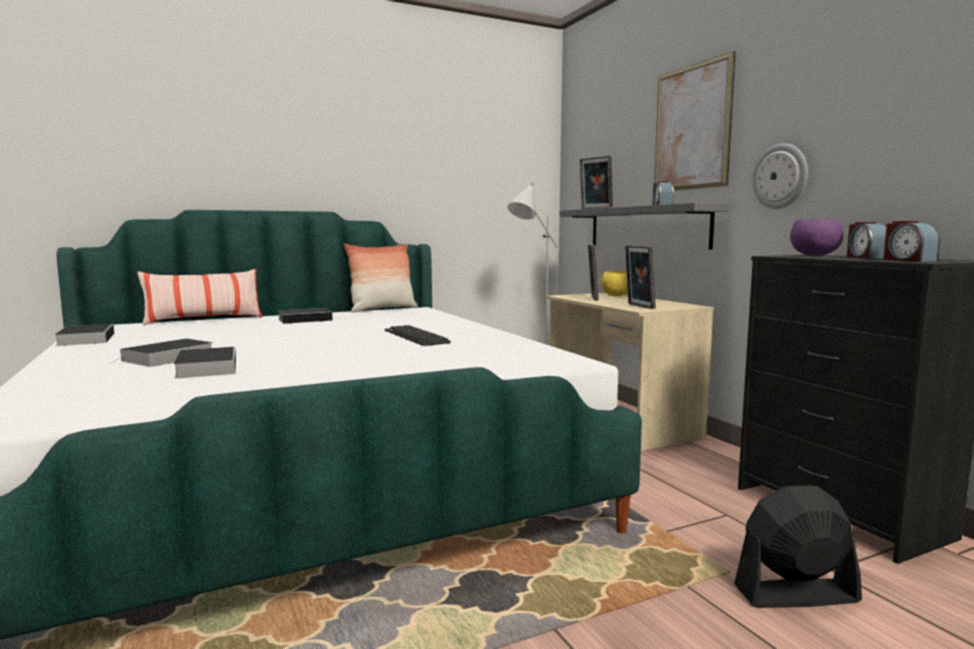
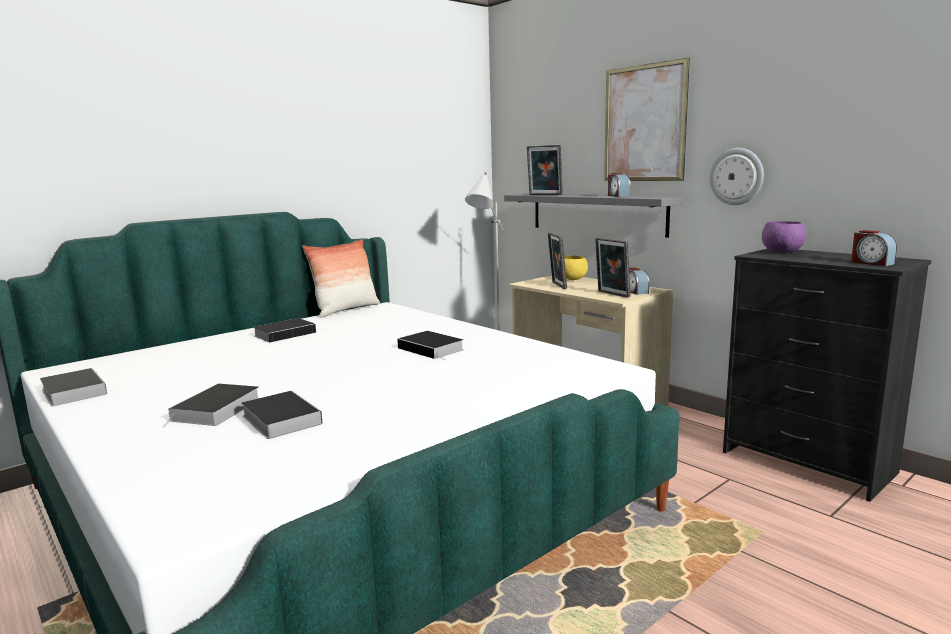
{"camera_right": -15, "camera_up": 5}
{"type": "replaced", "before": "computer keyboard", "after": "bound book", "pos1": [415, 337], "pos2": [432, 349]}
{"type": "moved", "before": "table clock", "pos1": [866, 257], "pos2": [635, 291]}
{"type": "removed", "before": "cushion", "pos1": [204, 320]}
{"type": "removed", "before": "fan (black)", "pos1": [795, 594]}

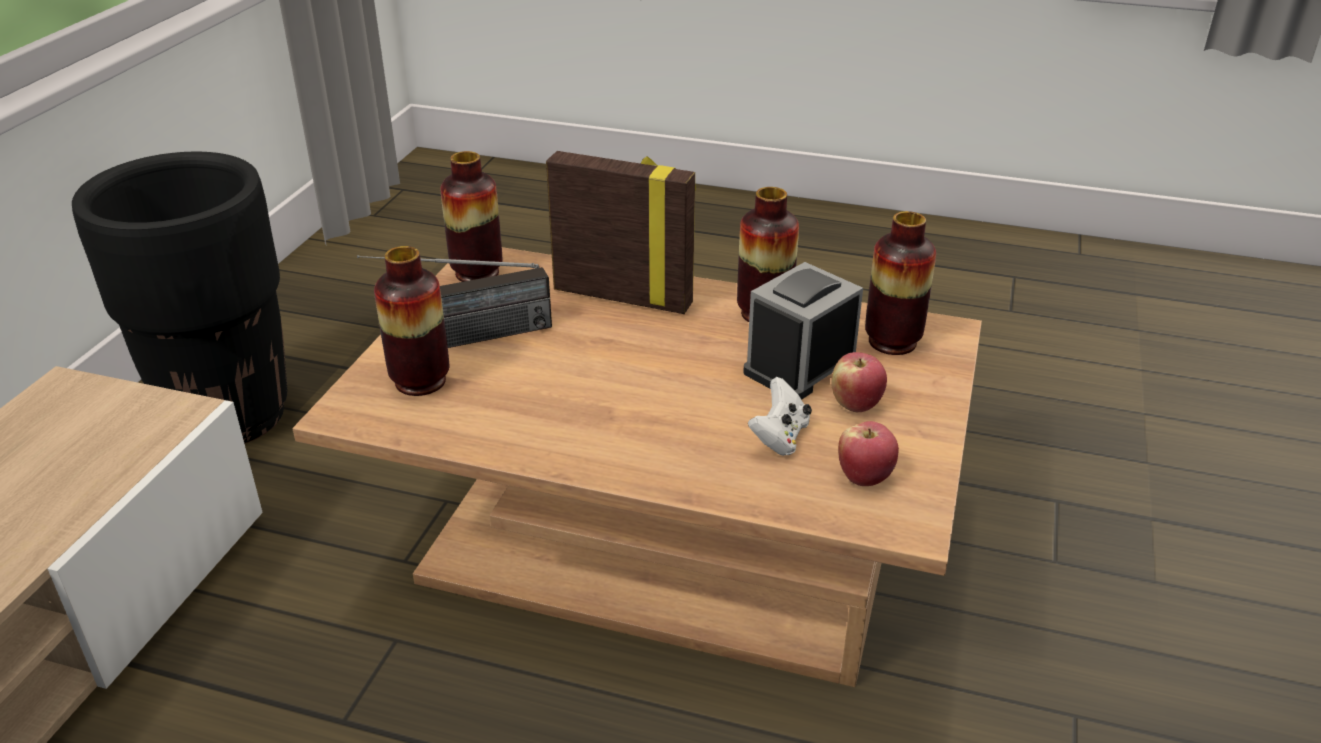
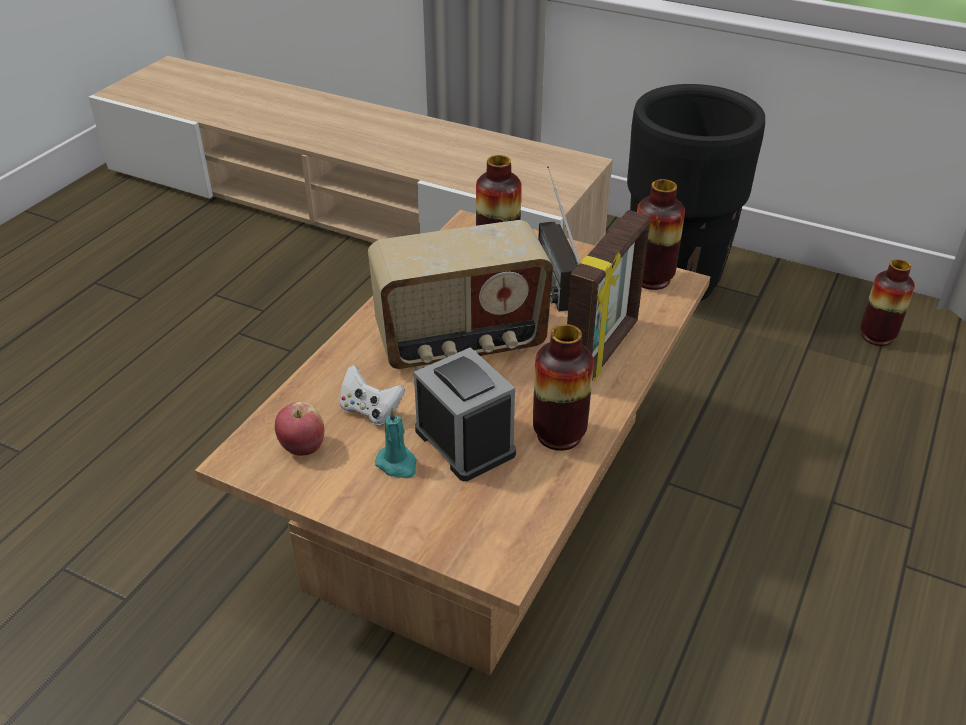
{"camera_right": 100, "camera_up": 5}
{"type": "added", "after": "radio", "pos2": [461, 343]}
{"type": "replaced", "before": "whole apple", "after": "candle (turquoise-coloured)", "pos1": [855, 404], "pos2": [397, 464]}
{"type": "moved", "before": "decorative vase", "pos1": [892, 342], "pos2": [876, 336]}

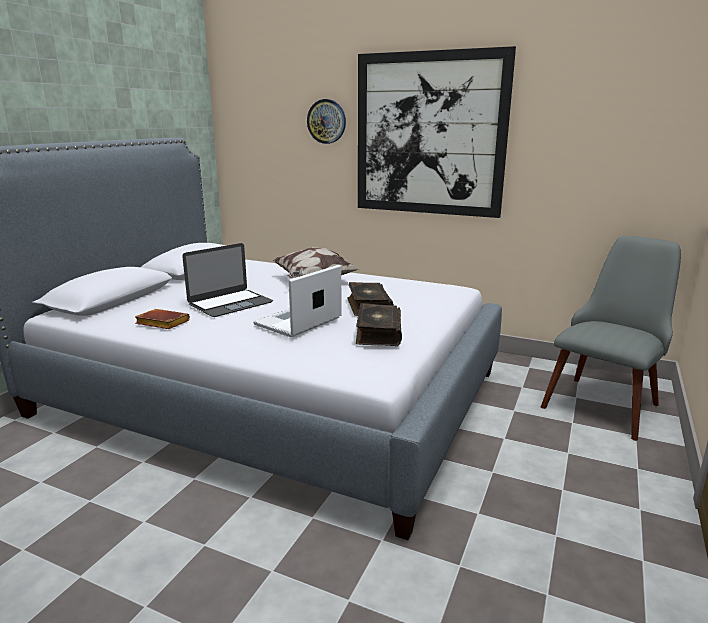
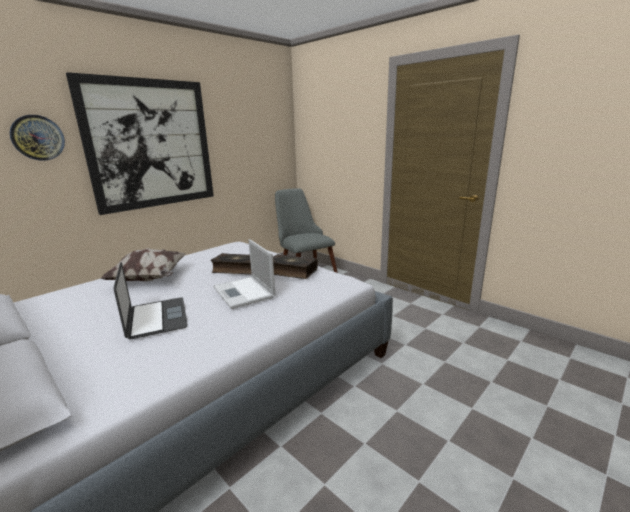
{"camera_right": -70, "camera_up": 0}
{"type": "removed", "before": "bound book (brownish)", "pos1": [161, 323]}

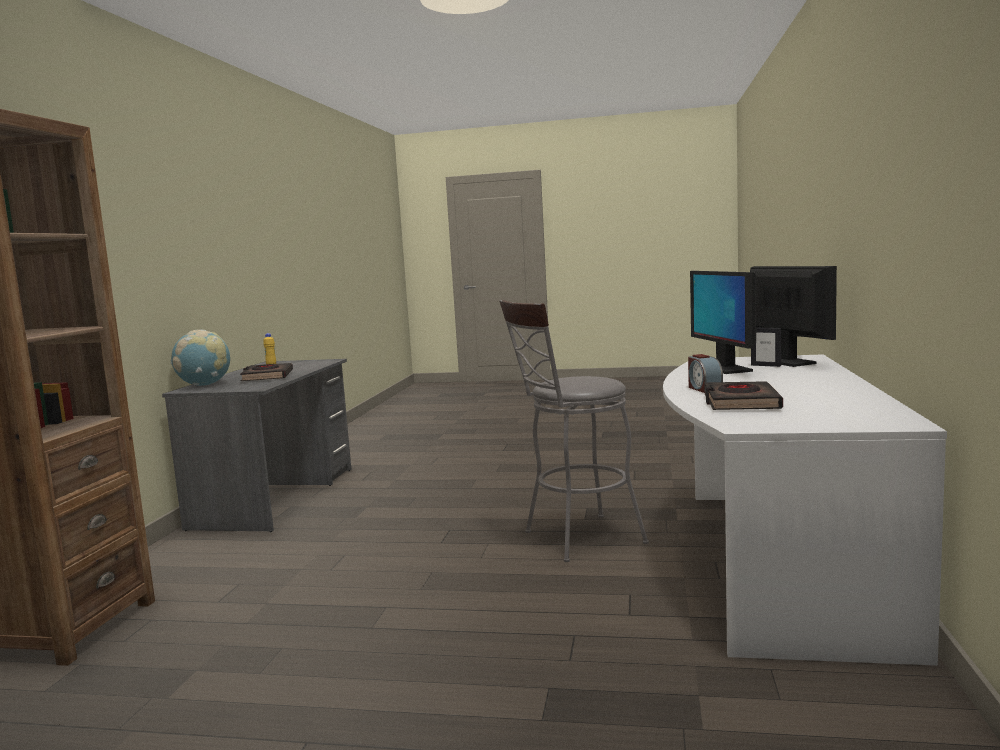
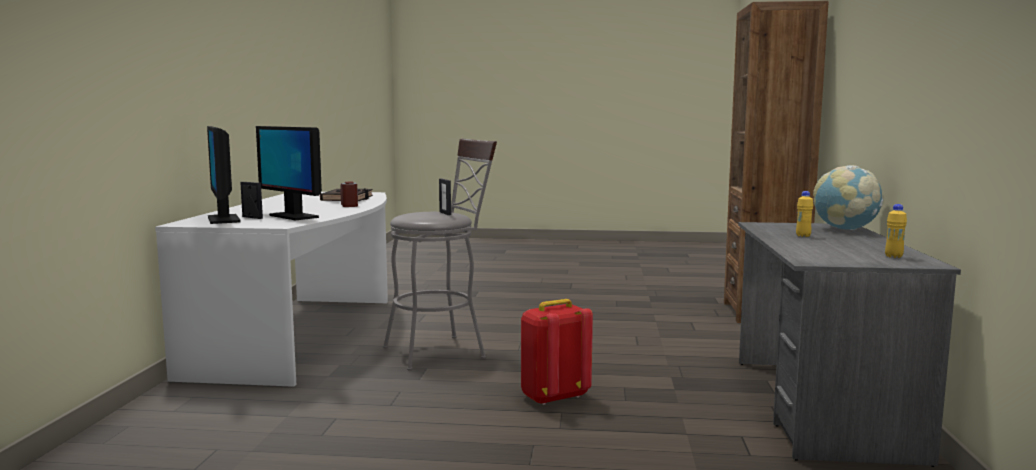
{"camera_right": 175, "camera_up": 0}
{"type": "turned", "before": "computer screen", "pos1": [725, 369], "pos2": [293, 216], "turn": 150}
{"type": "added", "after": "picture frame", "pos2": [445, 213]}
{"type": "added", "after": "backpack (red-coloured)", "pos2": [553, 397]}
{"type": "replaced", "before": "bound book (black)", "after": "drink bottle (yellow)", "pos1": [267, 377], "pos2": [803, 236]}

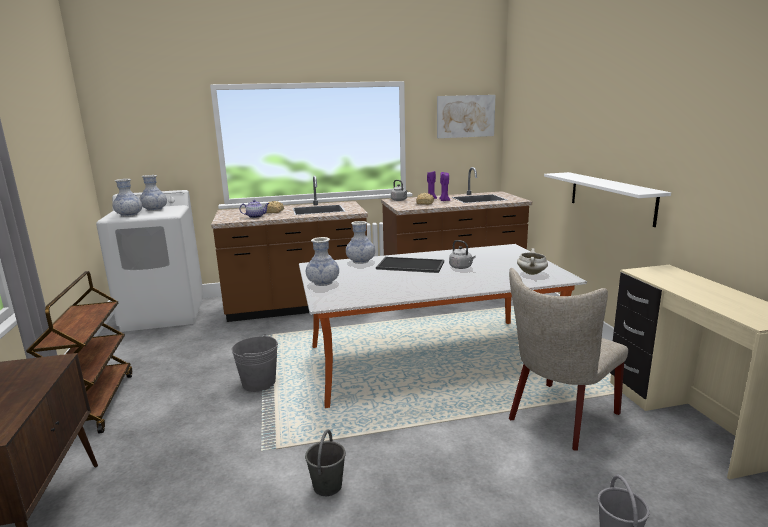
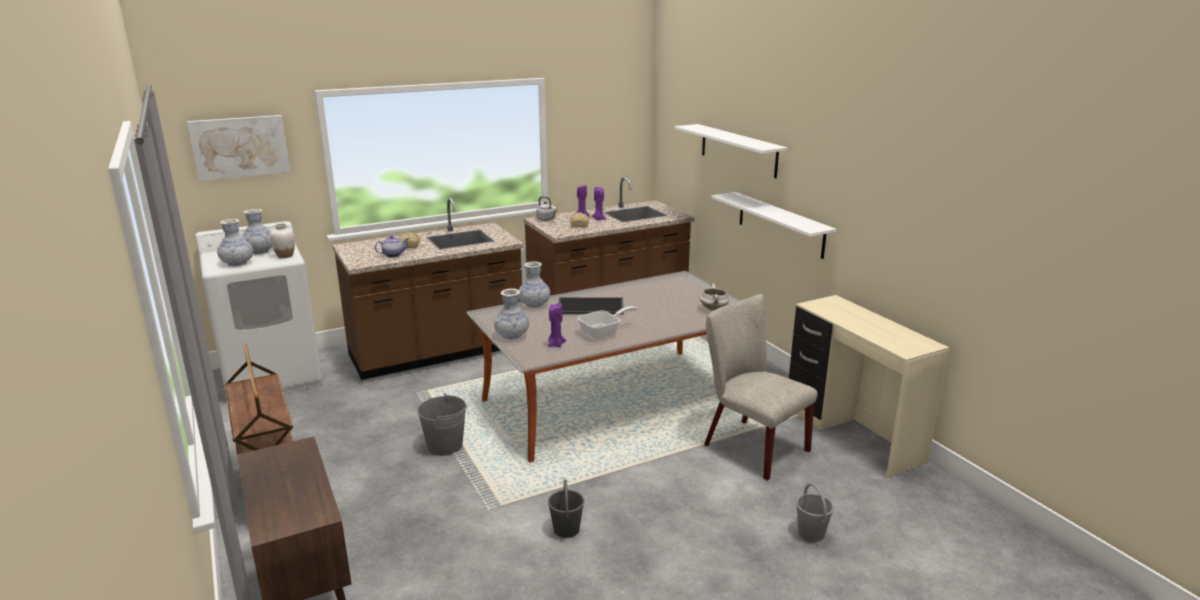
{"camera_right": -15, "camera_up": 5}
{"type": "moved", "before": "wall art", "pos1": [465, 116], "pos2": [240, 147]}
{"type": "added", "after": "decorative vase (whitish)", "pos2": [285, 256]}
{"type": "added", "after": "candle (purplish)", "pos2": [556, 344]}
{"type": "added", "after": "frying pan", "pos2": [603, 332]}
{"type": "added", "after": "wall shelf (whitish)", "pos2": [738, 150]}
{"type": "turned", "before": "upright chair (beige-coloured)", "pos1": [559, 418], "pos2": [749, 445], "turn": 105}
{"type": "removed", "before": "tea kettle (greyish)", "pos1": [461, 267]}

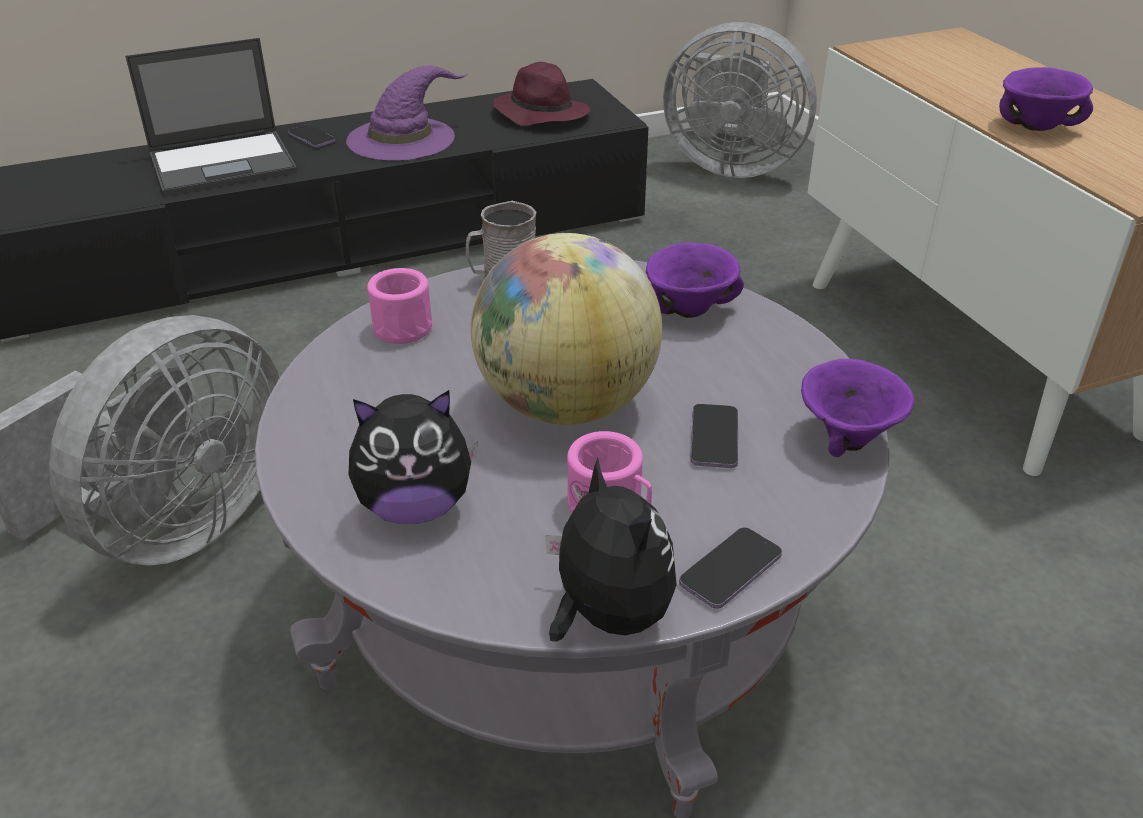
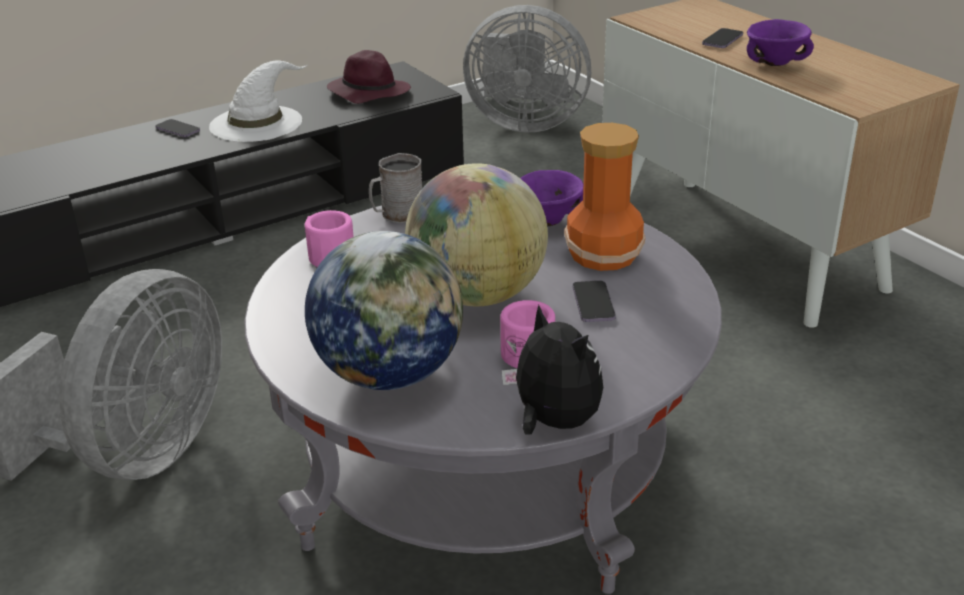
{"camera_right": -10, "camera_up": -5}
{"type": "recoloured", "before": "hat (purplish)", "after": "hat (whitish)", "pos1": [402, 138], "pos2": [257, 122]}
{"type": "replaced", "before": "plush toy", "after": "globe", "pos1": [415, 507], "pos2": [390, 374]}
{"type": "added", "after": "decorative vase", "pos2": [603, 253]}
{"type": "moved", "before": "handset", "pos1": [730, 570], "pos2": [722, 40]}
{"type": "removed", "before": "laptop", "pos1": [224, 163]}
{"type": "removed", "before": "bowl (purplish)", "pos1": [847, 438]}

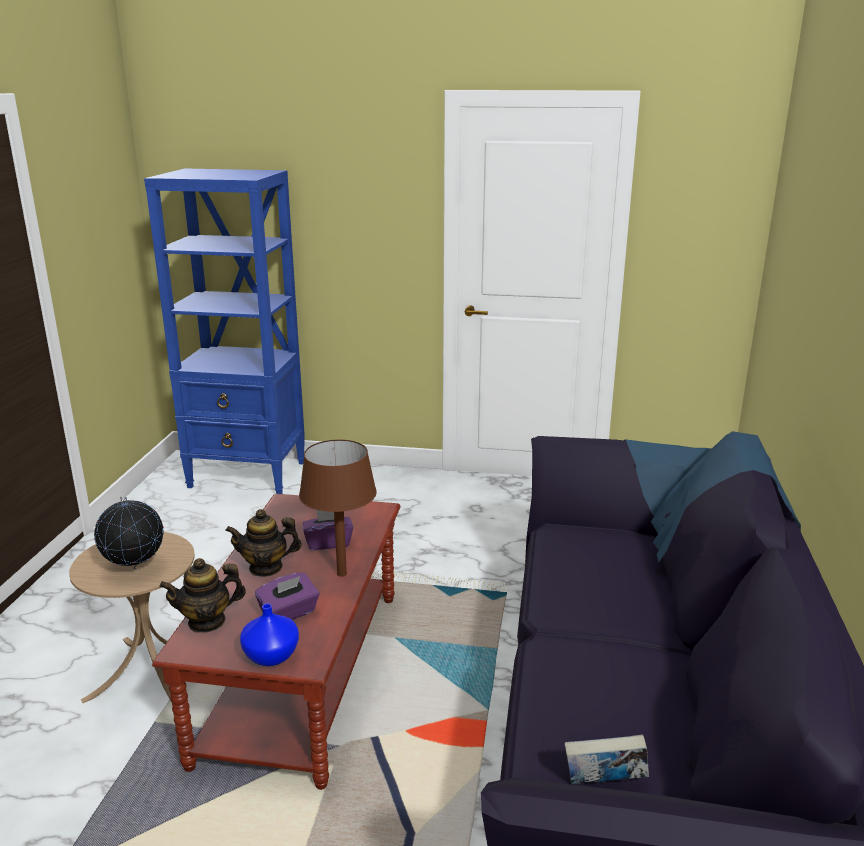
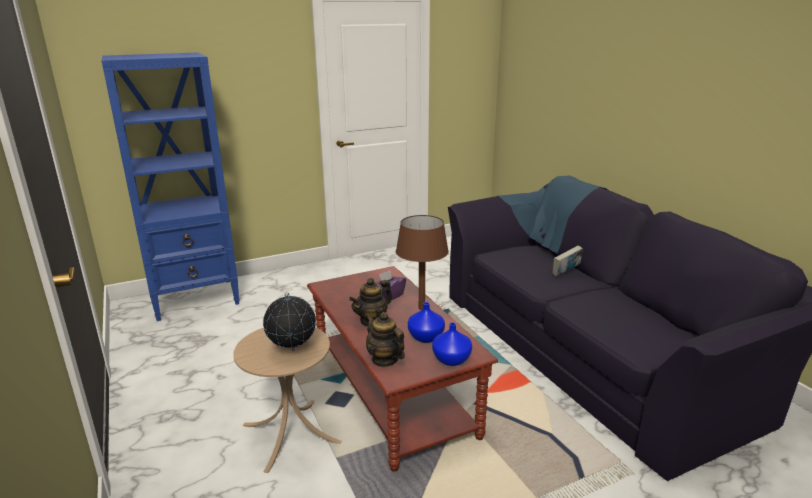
{"camera_right": -35, "camera_up": 0}
{"type": "turned", "before": "pot for tea", "pos1": [207, 621], "pos2": [384, 359], "turn": 105}
{"type": "replaced", "before": "tissue box (purplish)", "after": "decorative vase (blue)", "pos1": [289, 613], "pos2": [425, 337]}
{"type": "moved", "before": "bound book", "pos1": [604, 784], "pos2": [565, 273]}

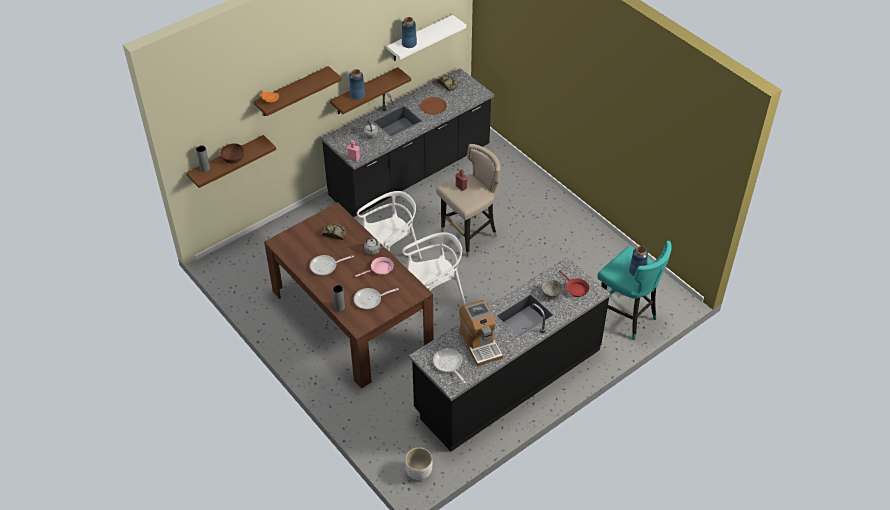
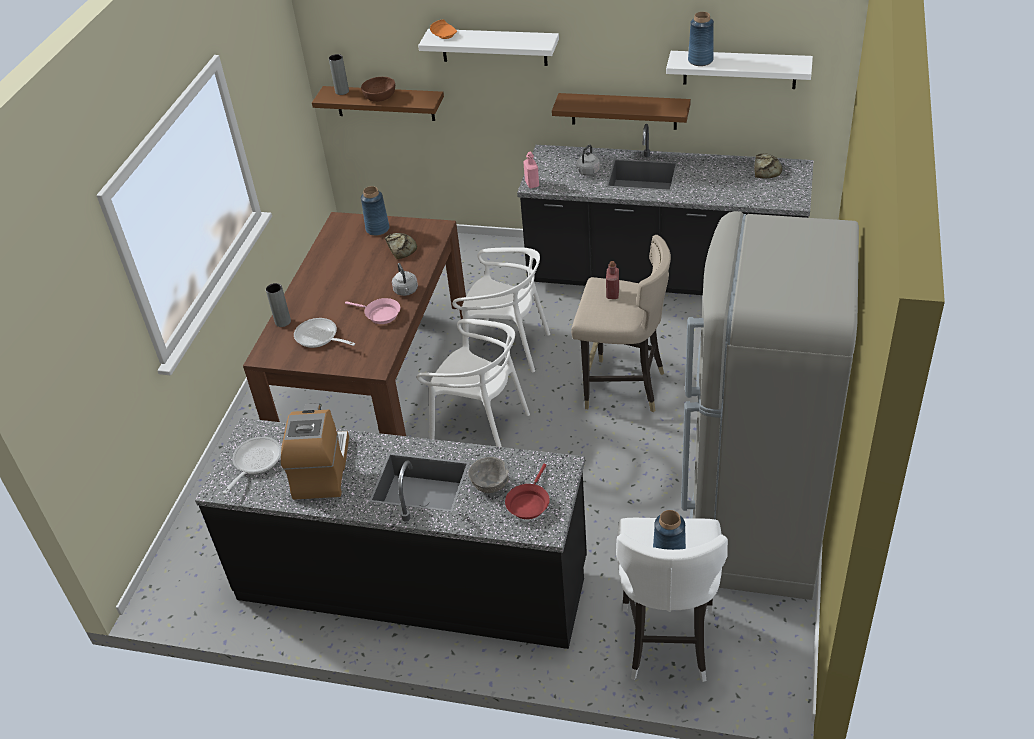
{"camera_right": 55, "camera_up": -5}
{"type": "turned", "before": "coffee maker", "pos1": [480, 343], "pos2": [321, 469], "turn": 150}
{"type": "moved", "before": "decorative vase (blue)", "pos1": [357, 95], "pos2": [378, 229]}
{"type": "recoloured", "before": "wall shelf (brownish)", "after": "wall shelf (whitish)", "pos1": [292, 92], "pos2": [494, 47]}
{"type": "recoloured", "before": "stool (turquoise-coloured)", "after": "stool (whitish)", "pos1": [626, 317], "pos2": [667, 641]}
{"type": "added", "after": "fridge (greyish)", "pos2": [754, 532]}
{"type": "removed", "before": "frying pan", "pos1": [326, 266]}
{"type": "removed", "before": "planter (whitish)", "pos1": [419, 471]}
{"type": "removed", "before": "dinner plate (brownish)", "pos1": [433, 106]}

